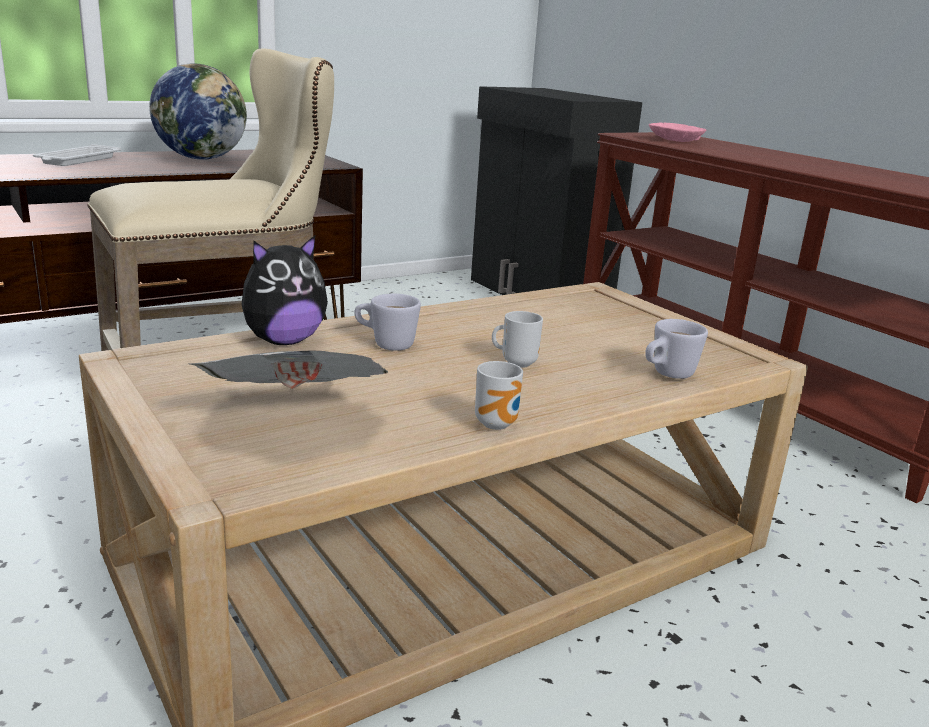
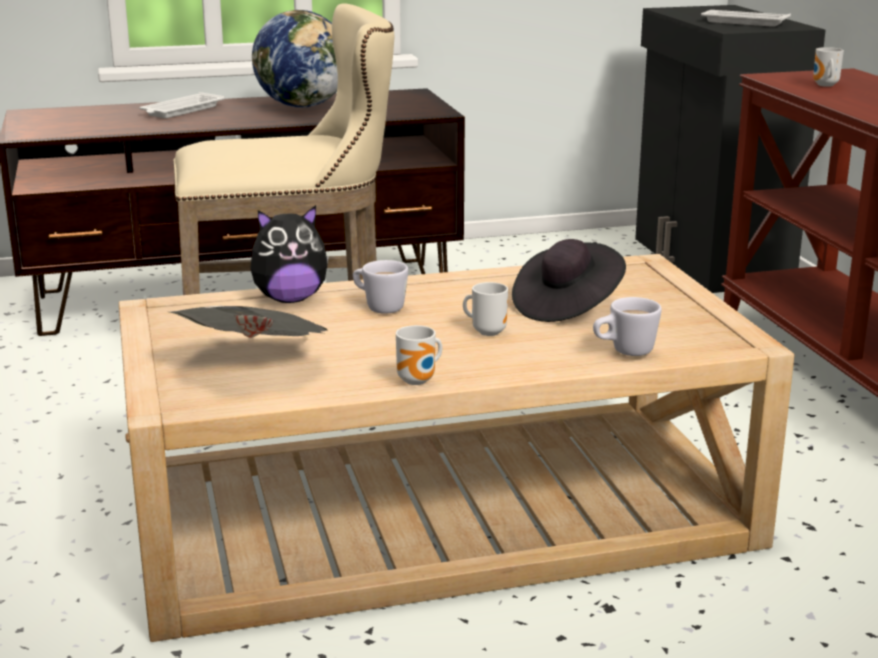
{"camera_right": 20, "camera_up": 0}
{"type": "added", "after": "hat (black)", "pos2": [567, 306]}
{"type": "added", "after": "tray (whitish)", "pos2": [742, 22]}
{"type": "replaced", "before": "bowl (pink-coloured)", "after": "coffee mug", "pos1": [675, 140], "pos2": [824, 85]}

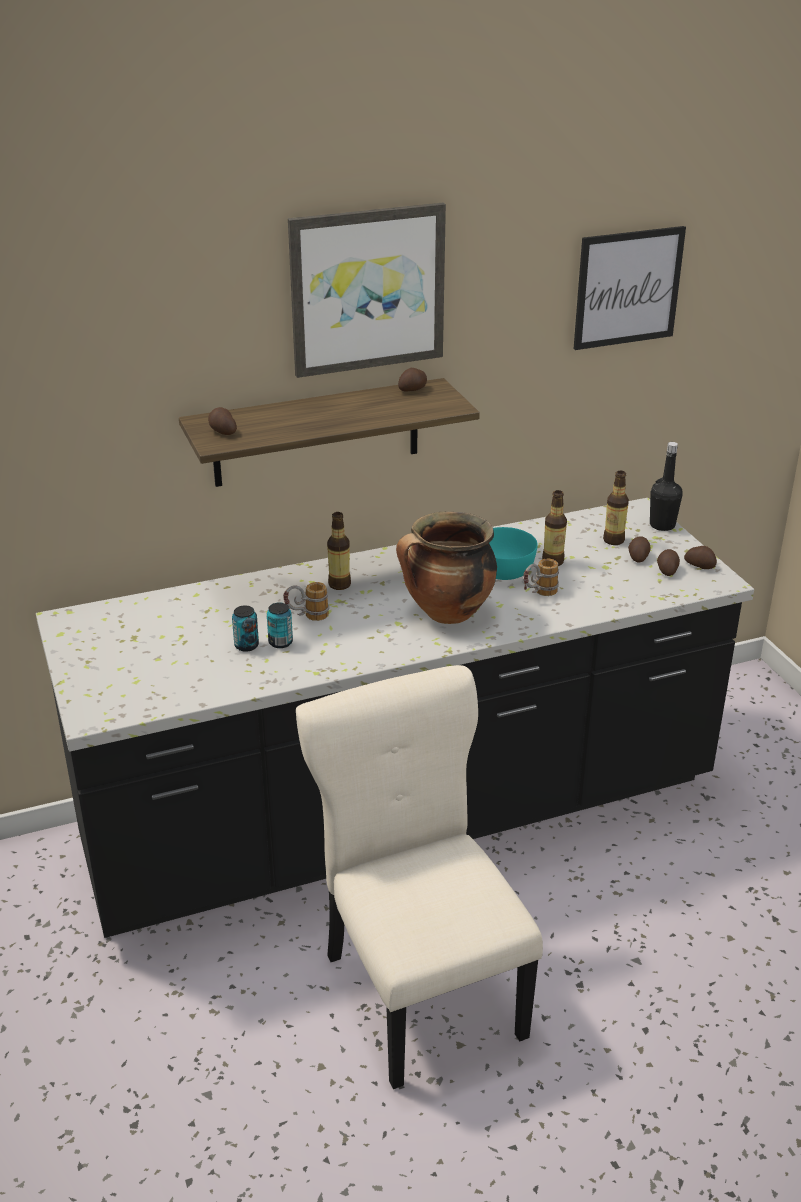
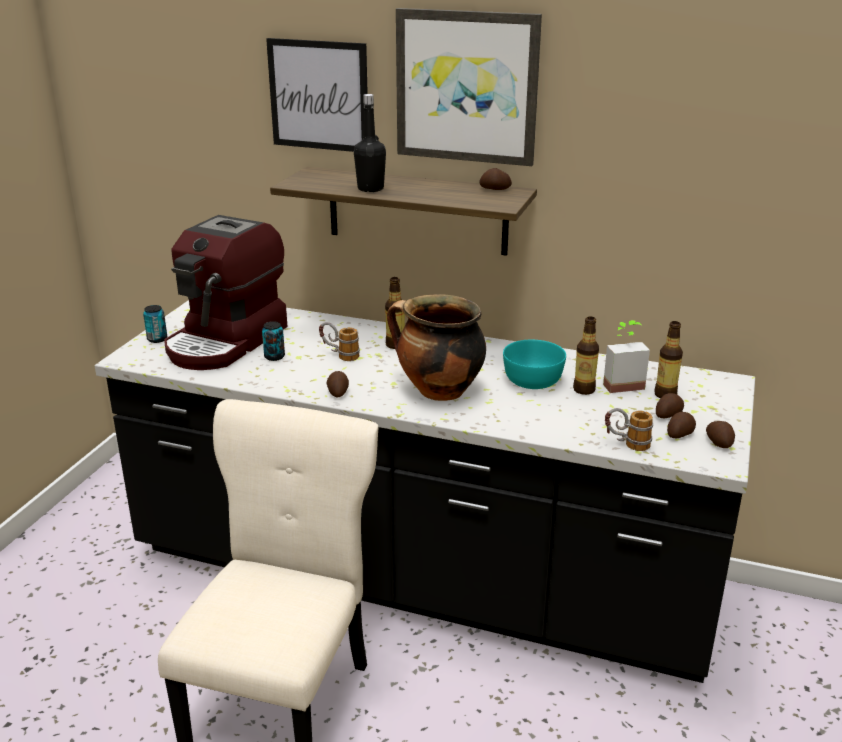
{"camera_right": 40, "camera_up": -5}
{"type": "moved", "before": "sealed can", "pos1": [280, 642], "pos2": [157, 339]}
{"type": "added", "after": "coffee maker", "pos2": [227, 341]}
{"type": "moved", "before": "wall art", "pos1": [628, 288], "pos2": [319, 95]}
{"type": "moved", "before": "whole potato", "pos1": [222, 431], "pos2": [338, 392]}
{"type": "moved", "before": "drink bottle (black)", "pos1": [662, 525], "pos2": [370, 189]}
{"type": "added", "after": "potted plant", "pos2": [620, 383]}
{"type": "moved", "before": "coffee mug", "pos1": [538, 594], "pos2": [626, 445]}

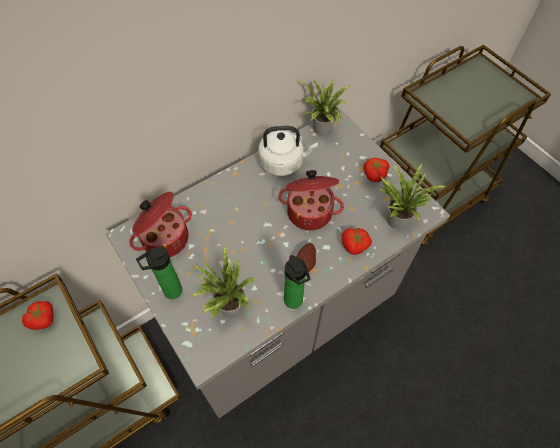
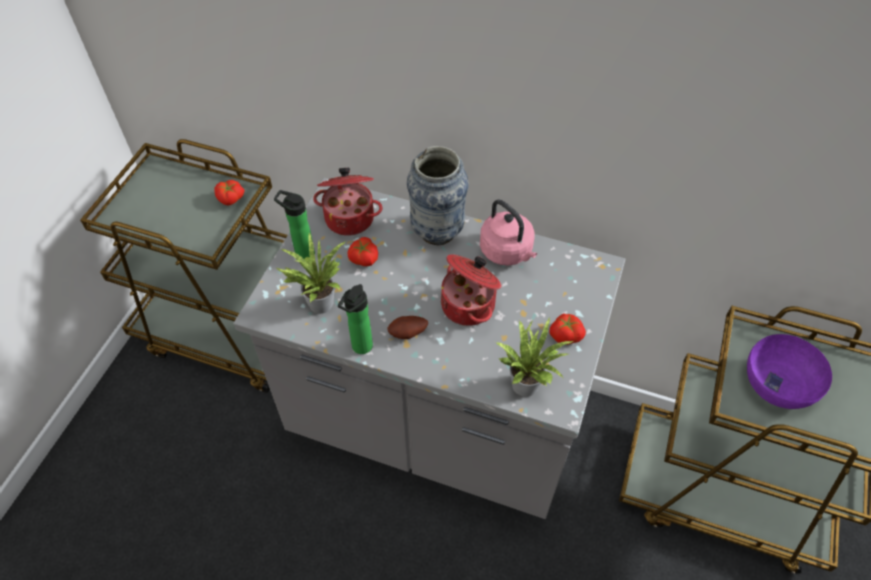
{"camera_right": 55, "camera_up": -5}
{"type": "moved", "before": "whole tomato", "pos1": [354, 246], "pos2": [363, 259]}
{"type": "added", "after": "decorative vase", "pos2": [437, 232]}
{"type": "recoloured", "before": "tea kettle (whitish)", "after": "tea kettle (pink-coloured)", "pos1": [283, 162], "pos2": [507, 252]}
{"type": "added", "after": "bowl (purplish)", "pos2": [777, 385]}
{"type": "removed", "before": "potted plant", "pos1": [322, 130]}

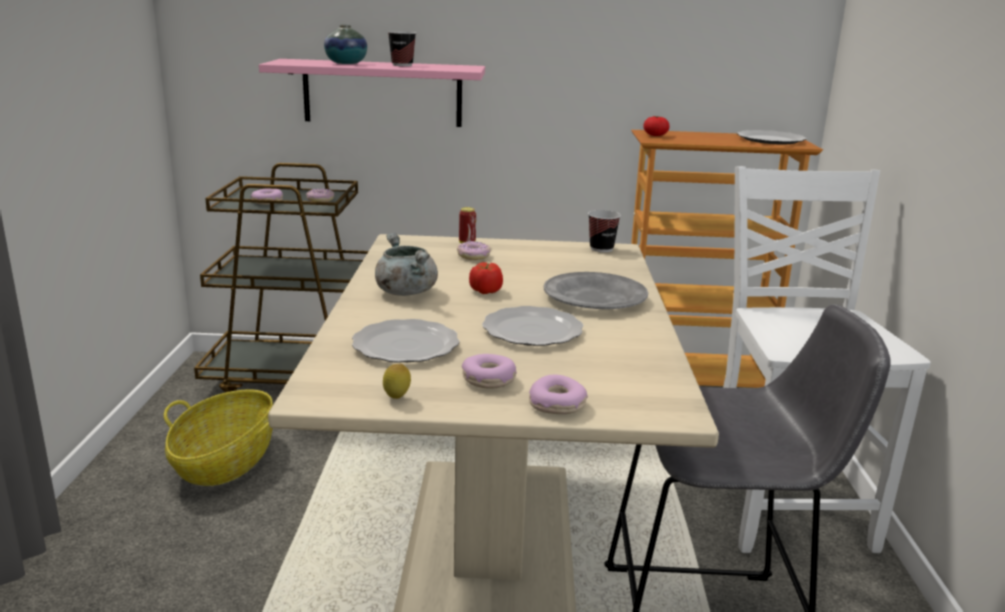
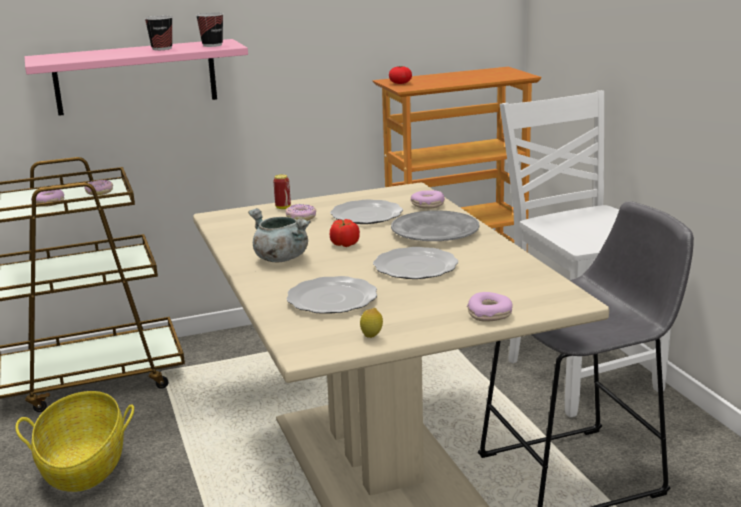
{"camera_right": -20, "camera_up": 0}
{"type": "moved", "before": "small cup", "pos1": [601, 249], "pos2": [212, 45]}
{"type": "moved", "before": "dinner plate", "pos1": [769, 140], "pos2": [365, 215]}
{"type": "moved", "before": "ring doughnut", "pos1": [489, 380], "pos2": [428, 205]}
{"type": "removed", "before": "decorative vase", "pos1": [346, 63]}

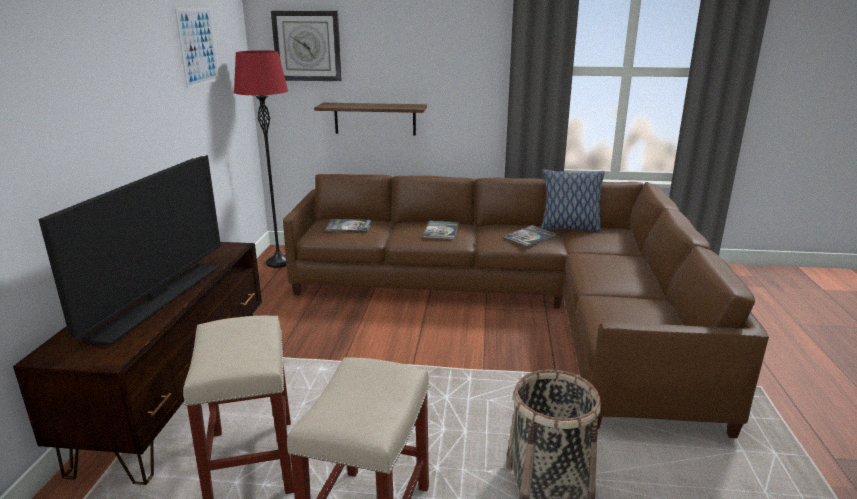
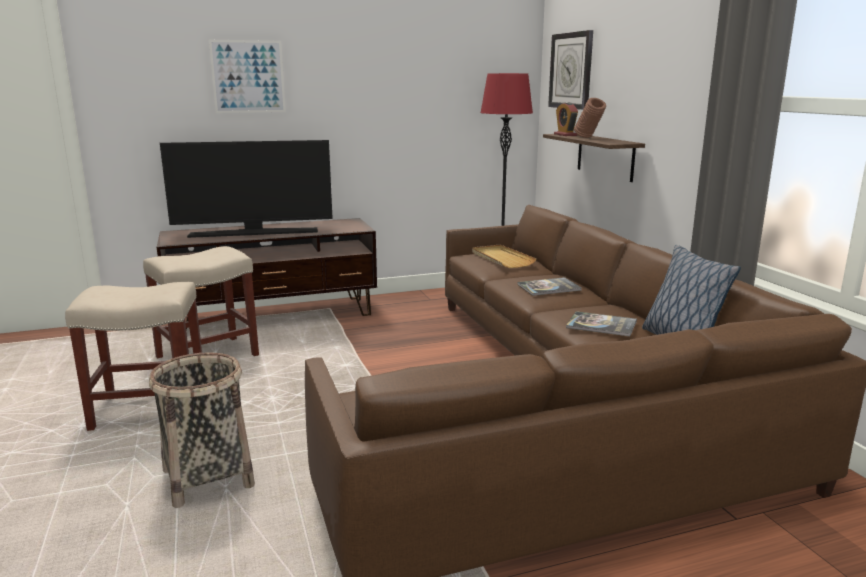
{"camera_right": 65, "camera_up": -5}
{"type": "moved", "before": "wall art", "pos1": [198, 46], "pos2": [248, 76]}
{"type": "replaced", "before": "bound book", "after": "tray (beige-coloured)", "pos1": [348, 226], "pos2": [501, 259]}
{"type": "added", "after": "table clock", "pos2": [565, 135]}
{"type": "added", "after": "decorative vase (brownish)", "pos2": [588, 138]}

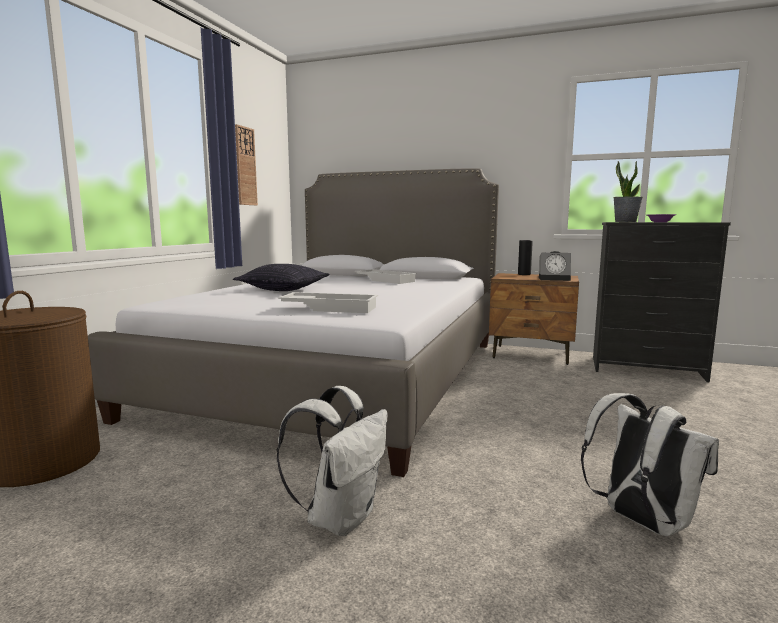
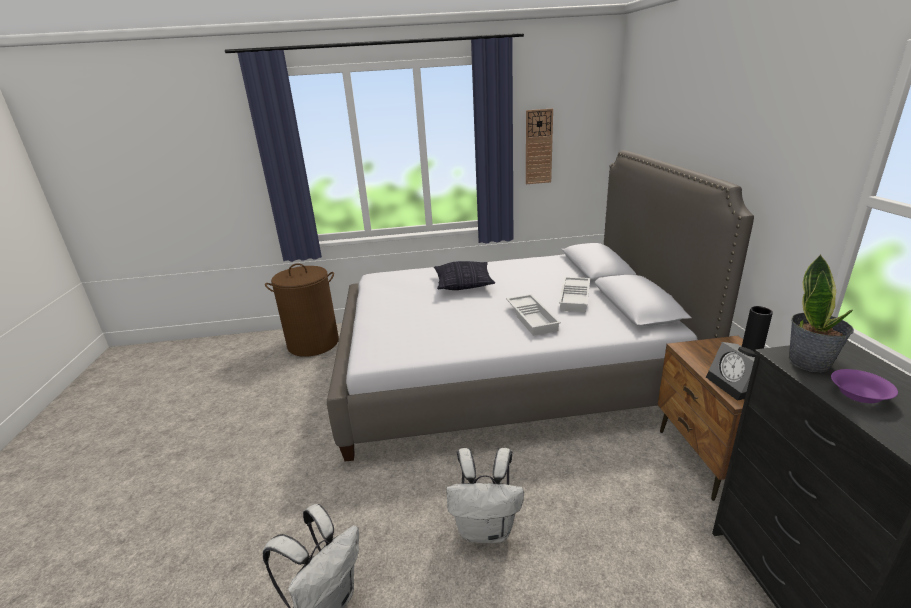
{"camera_right": 65, "camera_up": 15}
{"type": "moved", "before": "backpack (whitish)", "pos1": [340, 517], "pos2": [486, 529]}
{"type": "moved", "before": "tray (whitish)", "pos1": [330, 308], "pos2": [533, 318]}

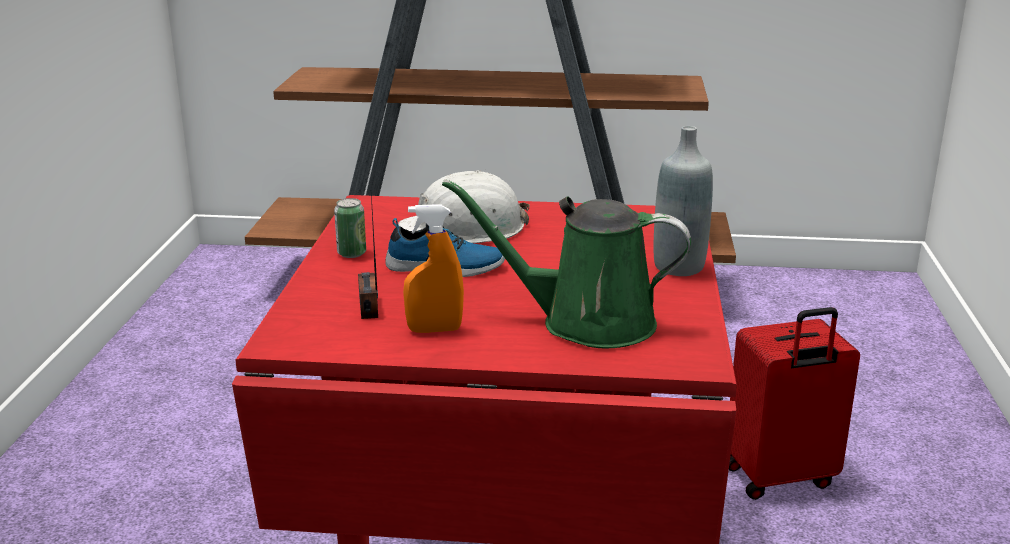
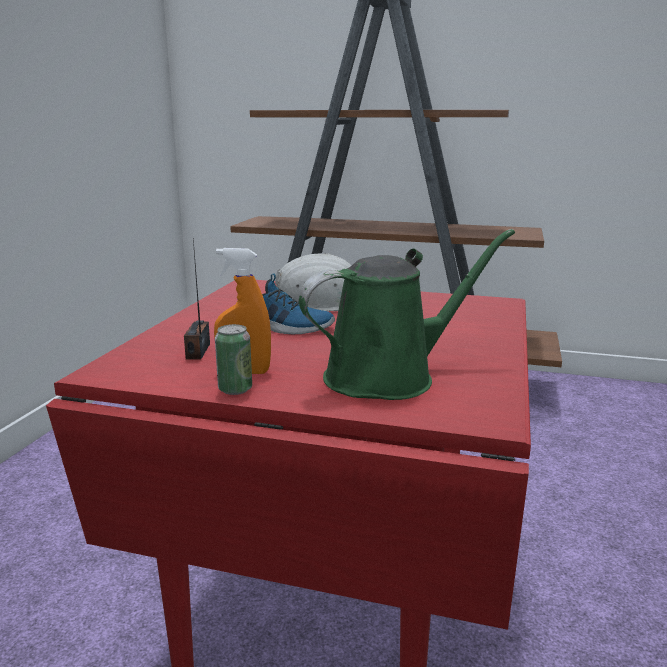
{"camera_right": 10, "camera_up": -5}
{"type": "moved", "before": "sealed can", "pos1": [351, 253], "pos2": [235, 389]}
{"type": "turned", "before": "watering pot (green-coloured)", "pos1": [586, 323], "pos2": [389, 376], "turn": 135}
{"type": "removed", "before": "drink bottle (greyish)", "pos1": [679, 267]}
{"type": "removed", "before": "piece of luggage (red-coloured)", "pos1": [780, 478]}

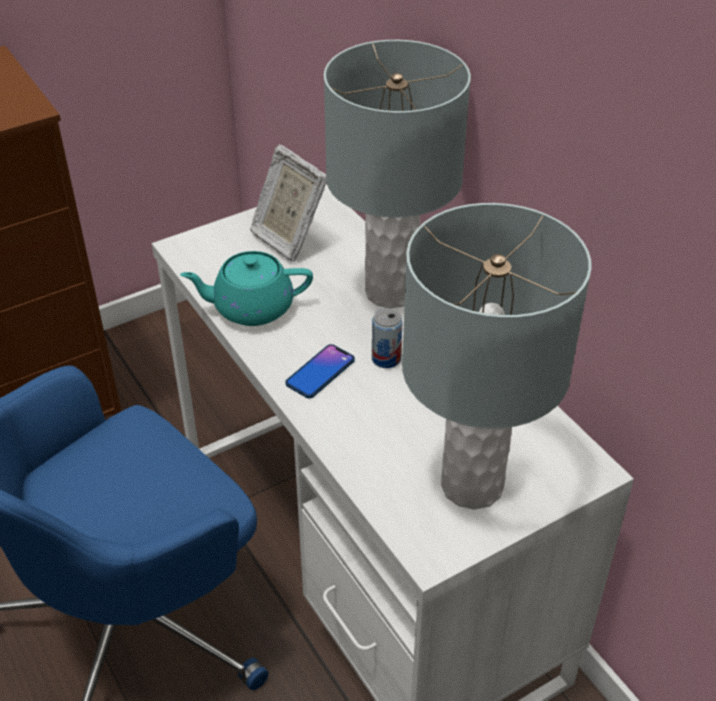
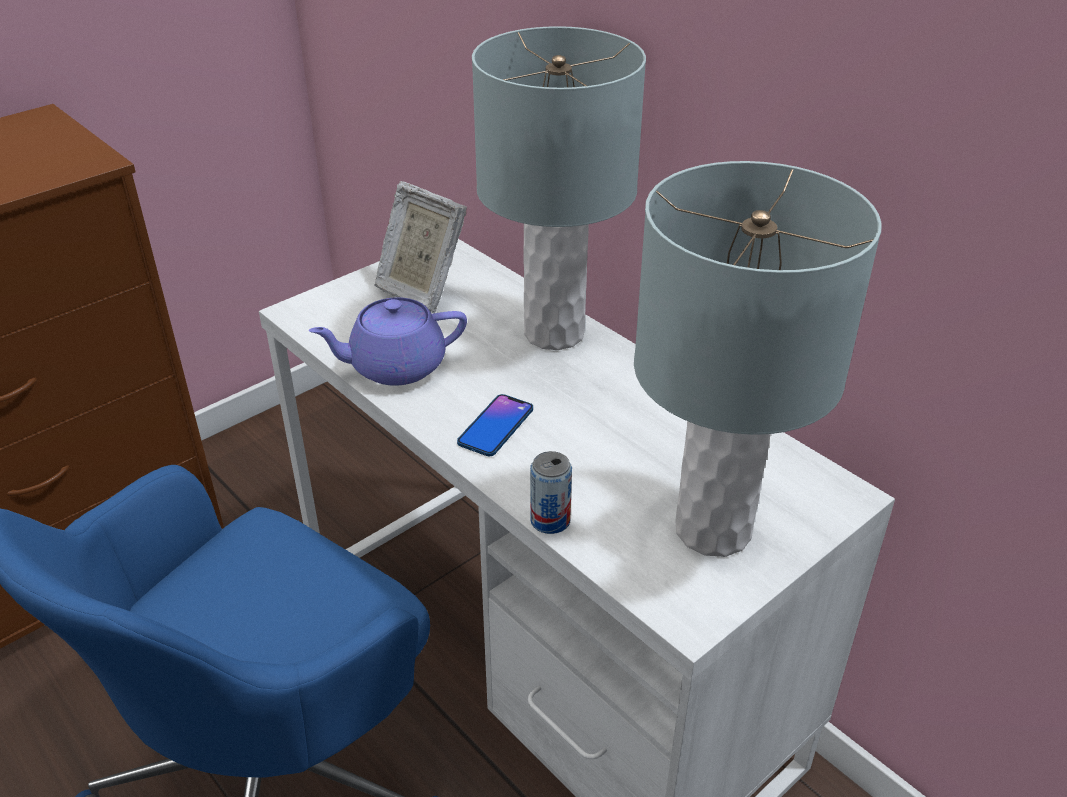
{"camera_right": -10, "camera_up": -5}
{"type": "recoloured", "before": "pot for tea (turquoise-coloured)", "after": "pot for tea (purplish)", "pos1": [251, 308], "pos2": [395, 366]}
{"type": "moved", "before": "sealed can", "pos1": [386, 359], "pos2": [550, 520]}

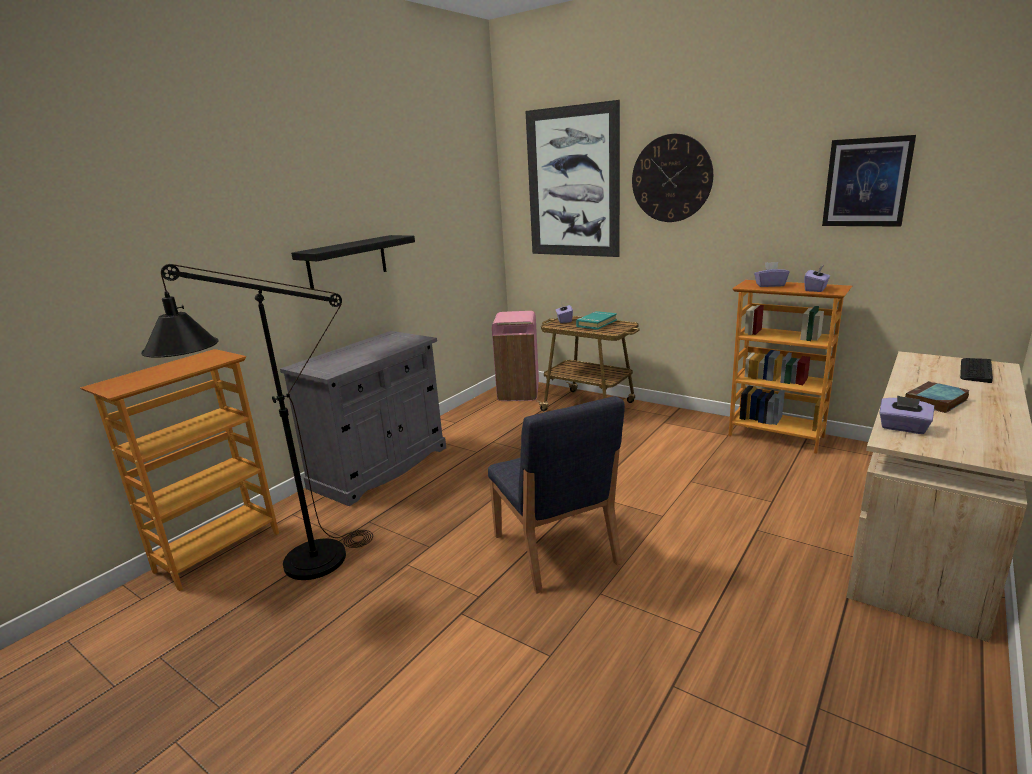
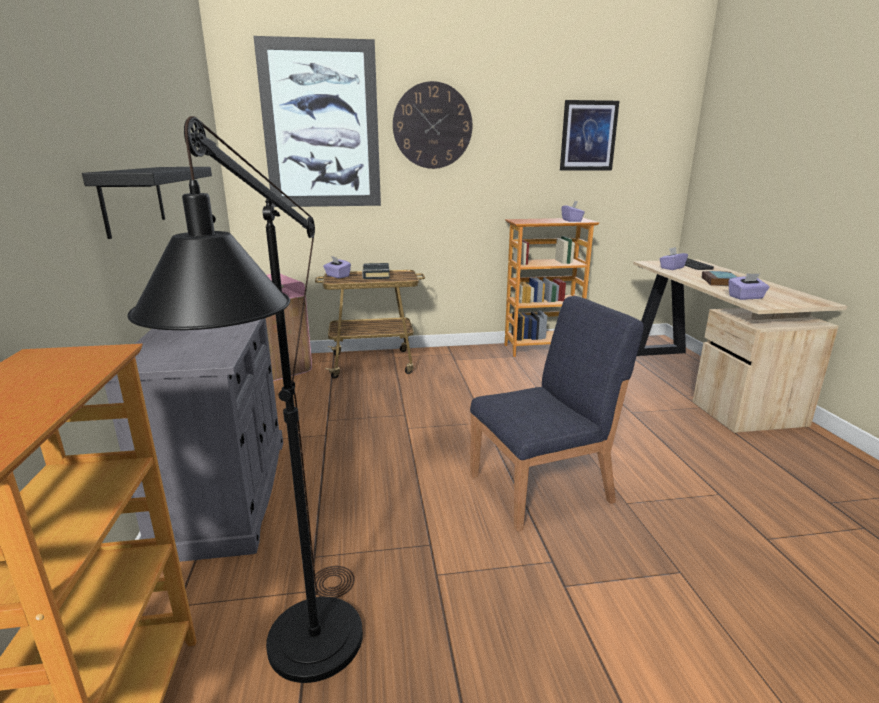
{"camera_right": -45, "camera_up": 0}
{"type": "recoloured", "before": "bound book (turquoise-coloured)", "after": "bound book (black)", "pos1": [596, 323], "pos2": [376, 274]}
{"type": "turned", "before": "upright chair (blue)", "pos1": [555, 550], "pos2": [542, 488], "turn": -45}
{"type": "moved", "before": "tissue box (purplish)", "pos1": [770, 285], "pos2": [671, 268]}

